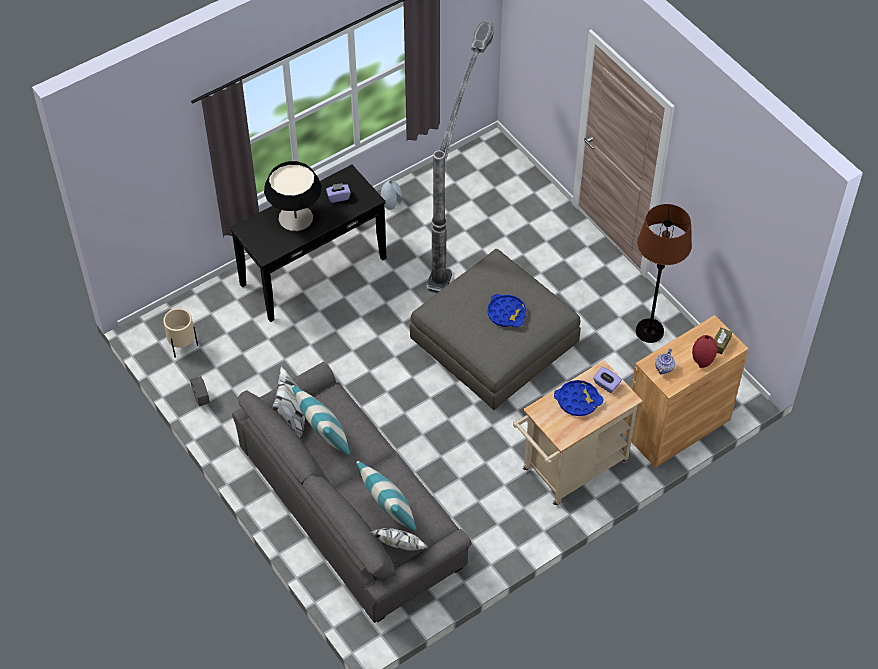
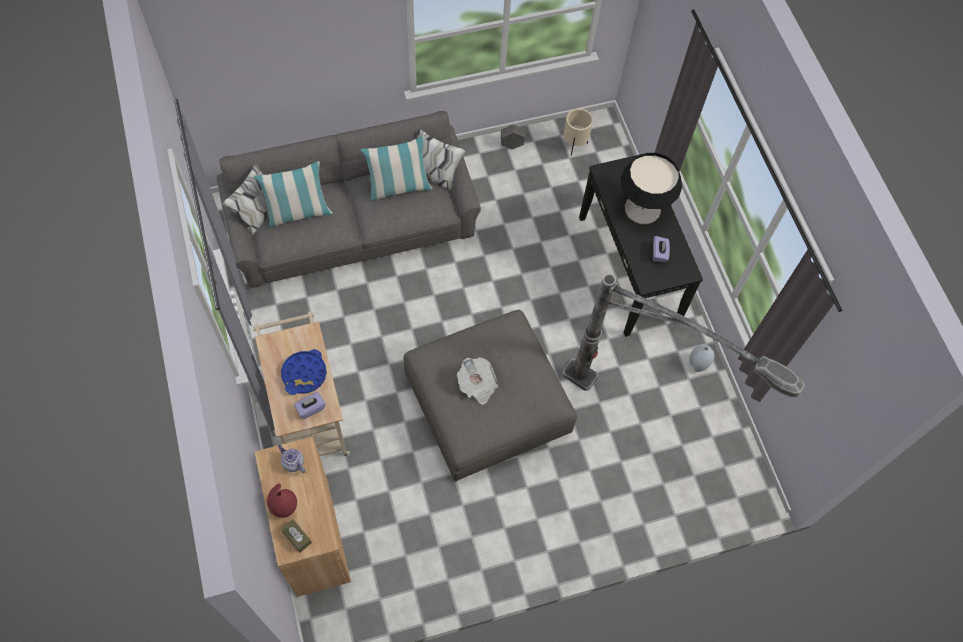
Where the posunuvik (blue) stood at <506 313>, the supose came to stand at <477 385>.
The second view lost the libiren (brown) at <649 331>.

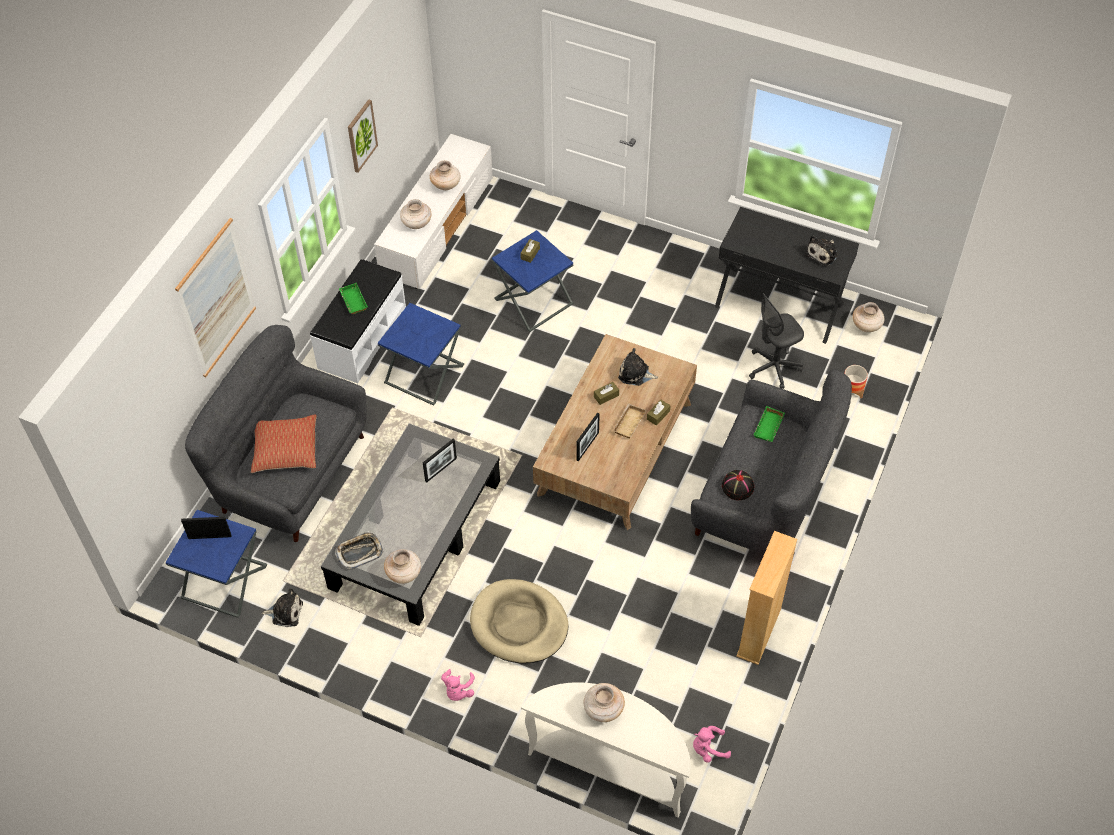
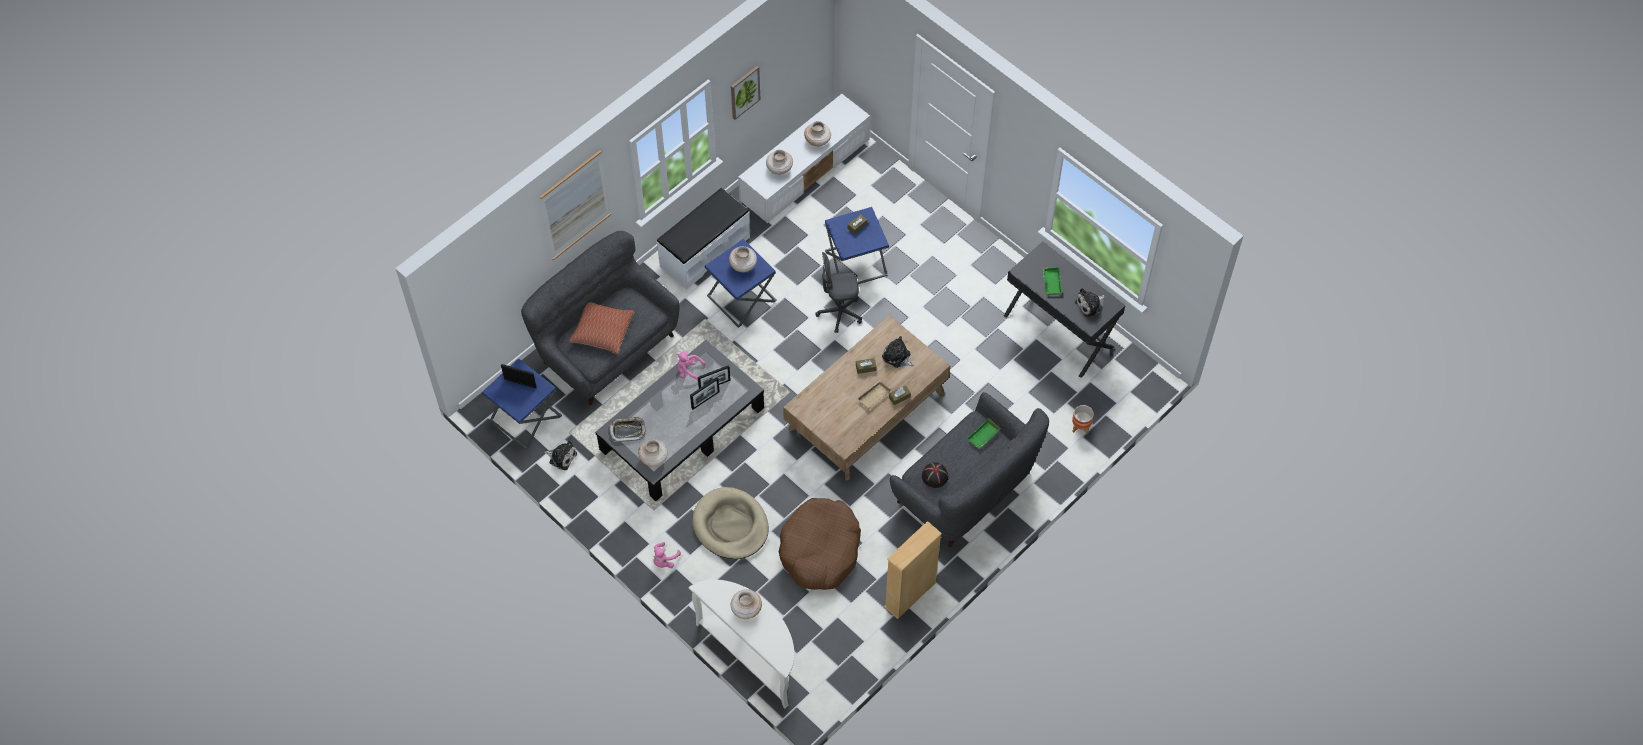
The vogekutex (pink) ended up elsewhere, having gone from <708 749> to <689 371>.
The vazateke ended up elsewhere, having gone from <587 446> to <705 400>.
The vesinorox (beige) ended up elsewhere, having gone from <866 326> to <743 265>.
The second view gained the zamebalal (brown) at <820 550>.
The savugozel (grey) ended up elsewhere, having gone from <773 368> to <839 313>.
The posunuvik (green) ended up elsewhere, having gone from <352 301> to <1051 282>.

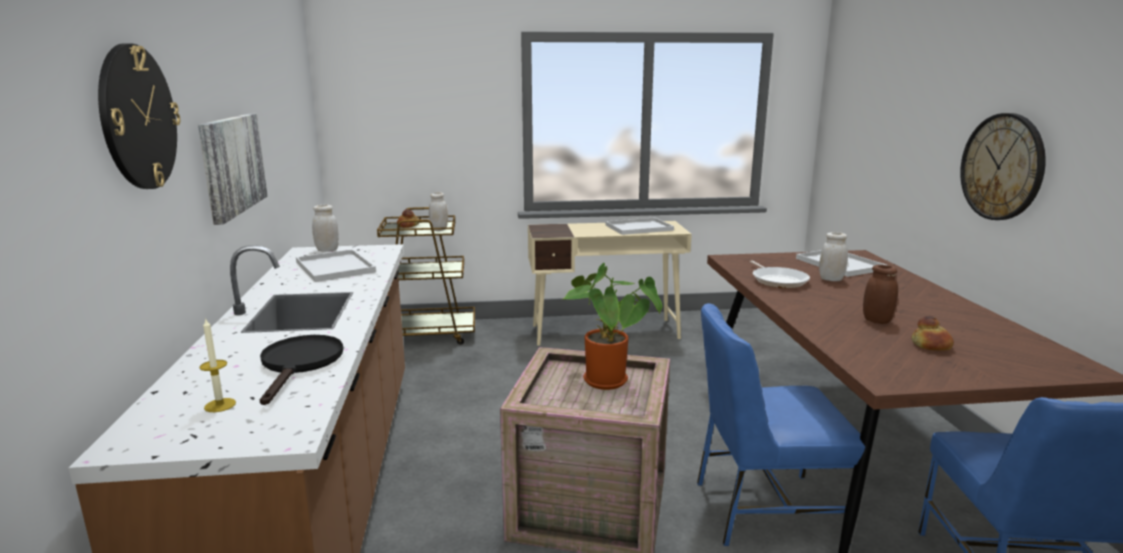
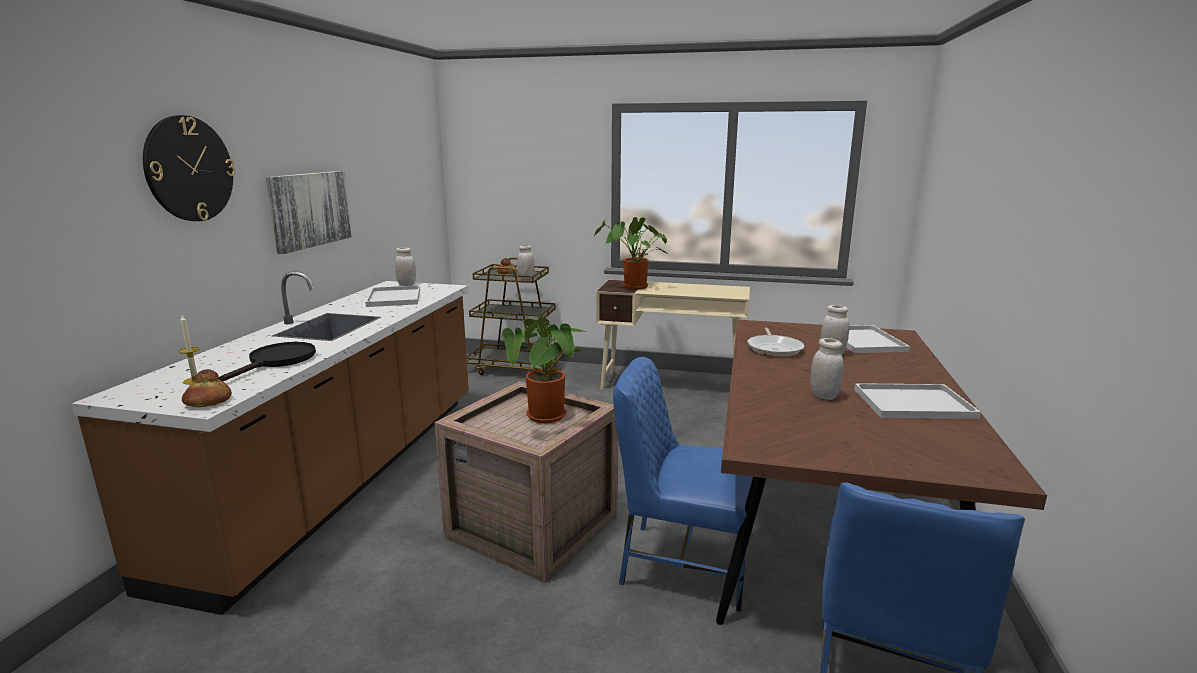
The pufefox ended up elsewhere, having gone from <930 346> to <208 402>.
The second view gained the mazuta at <633 287>.
What was the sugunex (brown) at <876 320> turned into the sugunex (white) at <824 396>.
The posunuvik (white) ended up elsewhere, having gone from <638 228> to <911 404>.
The second view lost the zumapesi at <1002 167>.

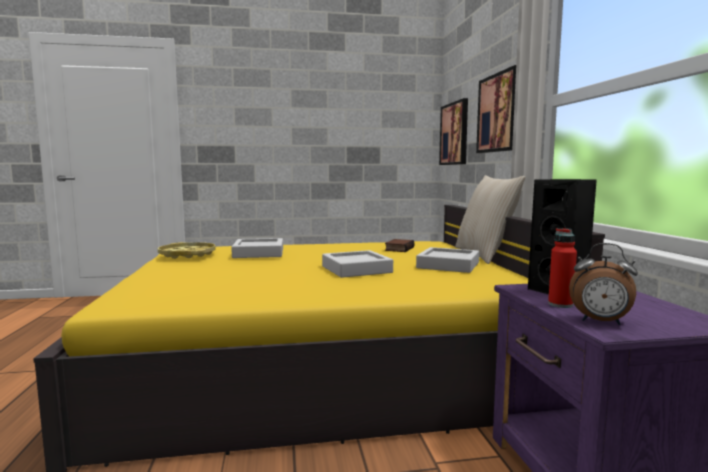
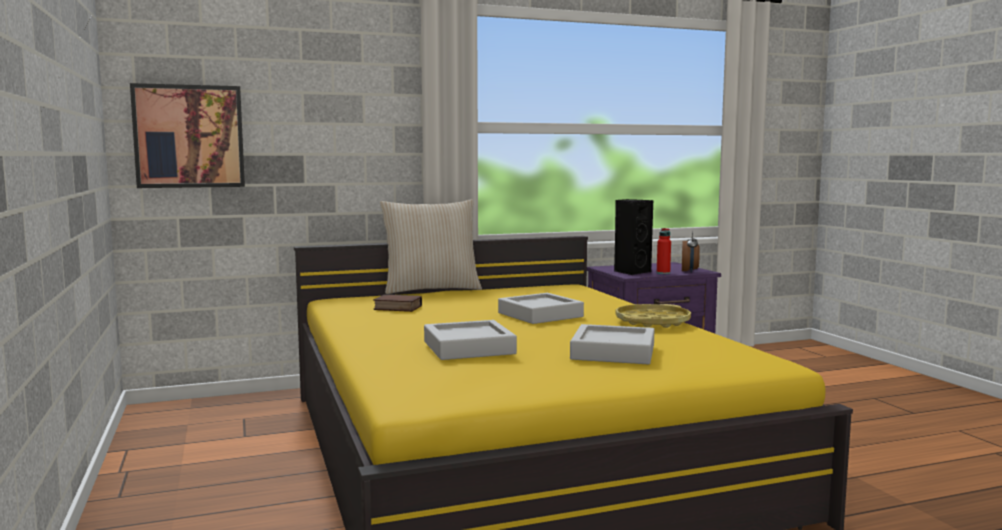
The posunuvik (grey) ended up elsewhere, having gone from <448 265> to <613 352>.
The posunuvik (yellow) ended up elsewhere, having gone from <187 254> to <652 322>.
The second view lost the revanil at <499 113>.

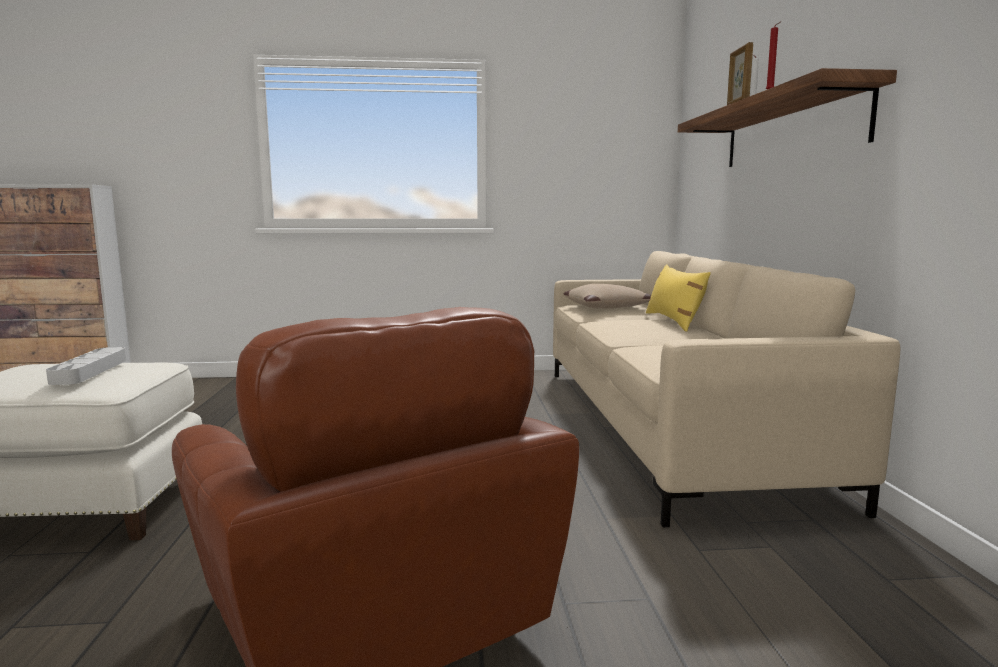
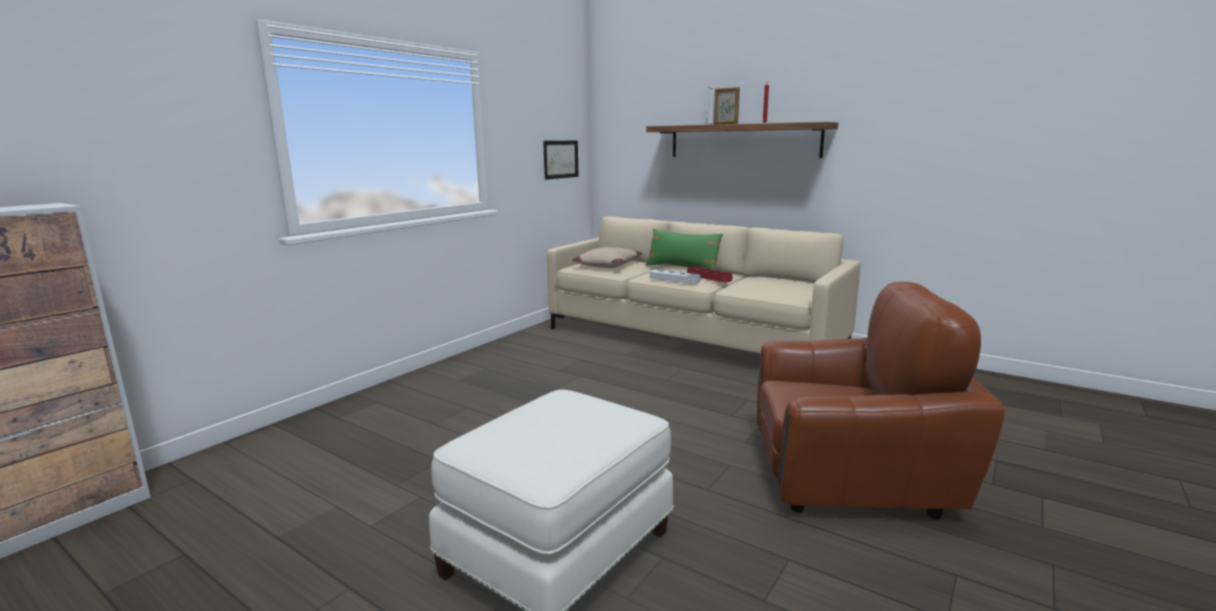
The second view gained the revanil at <561 159>.
What was the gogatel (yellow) at <674 321> turned into the gogatel (green) at <682 268>.
The posunuvik (grey) ended up elsewhere, having gone from <90 371> to <674 279>.
The second view gained the posunuvik (red) at <709 277>.

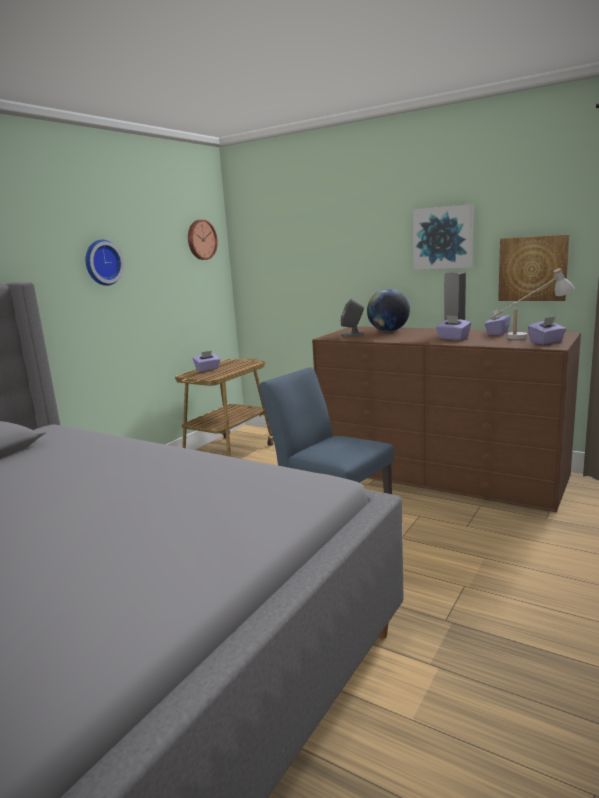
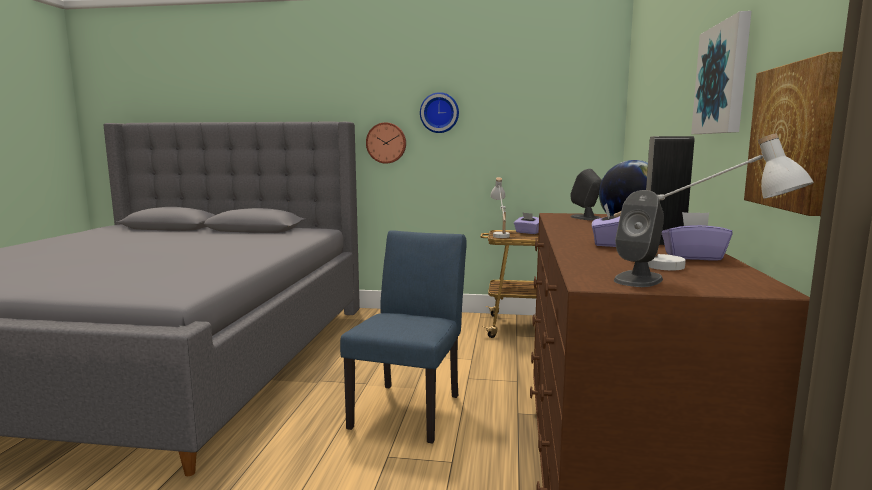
The zumapesi ended up elsewhere, having gone from <201 240> to <386 143>.
The second view gained the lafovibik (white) at <500 234>.
Where the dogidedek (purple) stood at <546 342>, the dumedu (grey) came to stand at <638 279>.

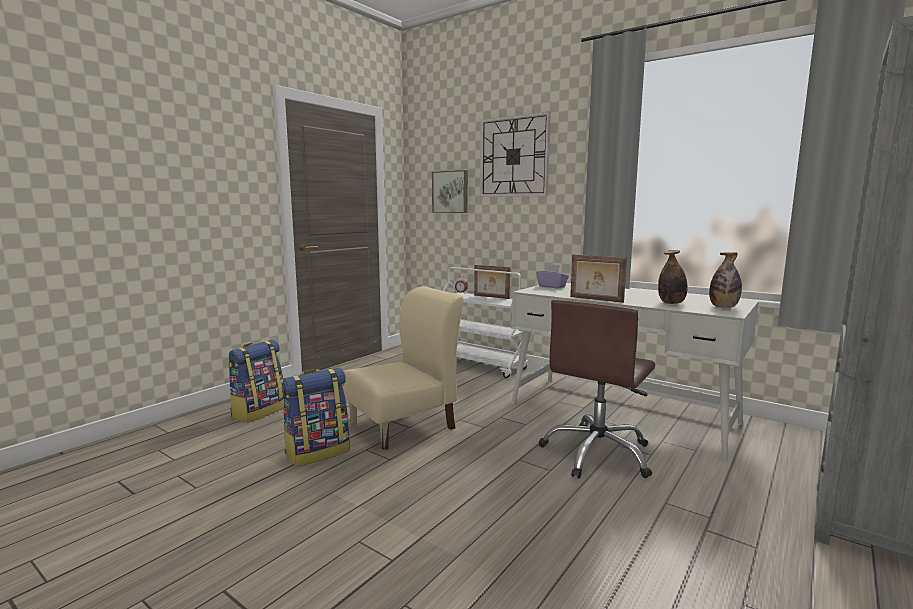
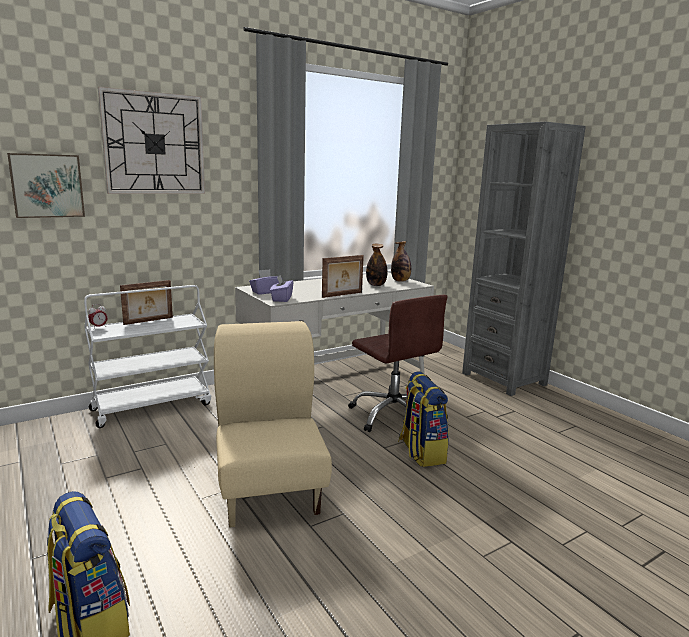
The second view gained the dogidedek (purple) at <281 299>.
The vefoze ended up elsewhere, having gone from <318 452> to <421 452>.

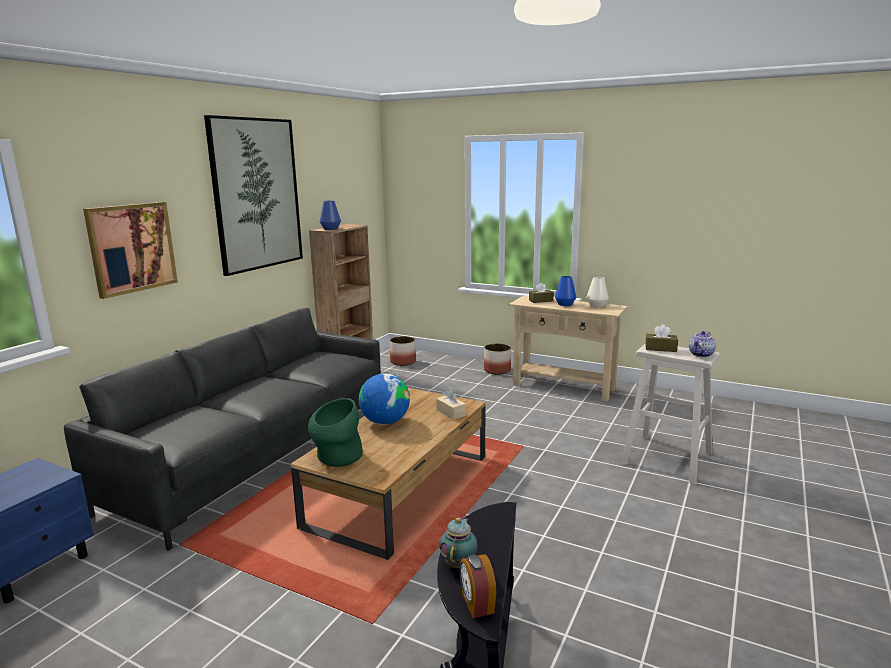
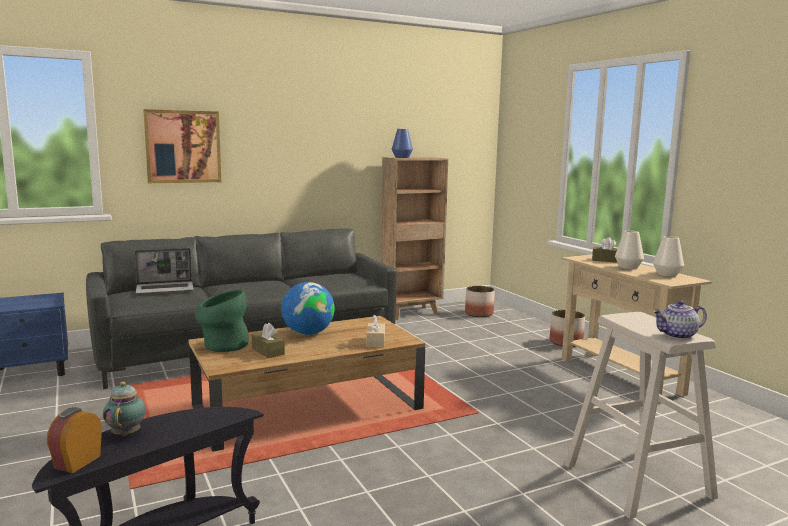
The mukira at <459 563> ended up facing another way, 60 degrees counterclockwise from before.
The second view gained the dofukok at <166 289>.
The dogidedek (brown) ended up elsewhere, having gone from <660 348> to <268 351>.
What was the vesinorox (blue) at <565 304> turned into the vesinorox (white) at <628 267>.
The second view lost the revanil at <256 194>.

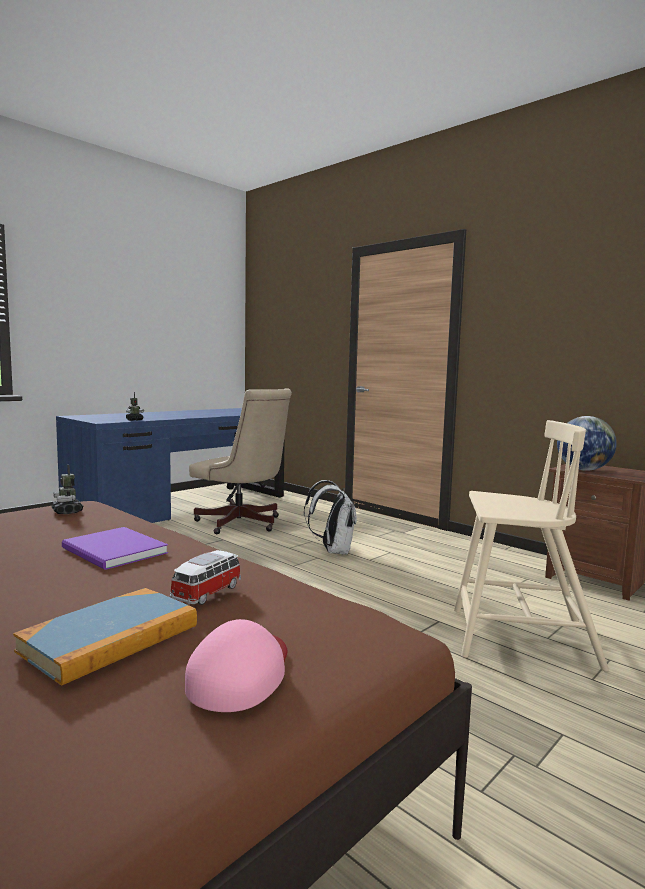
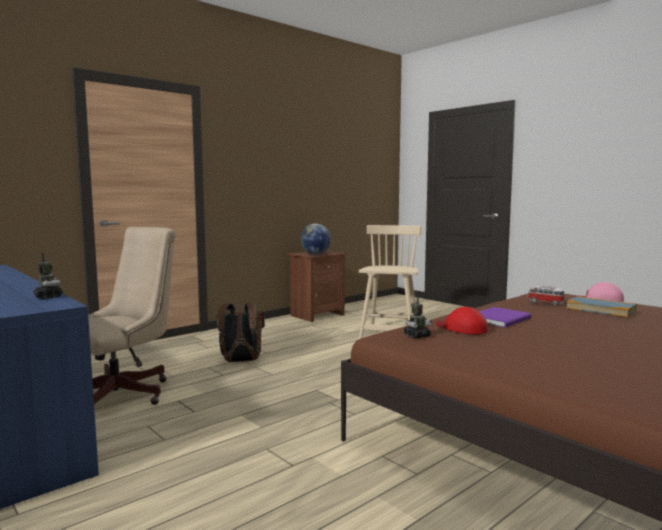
What was the vefoze (white) at <333 551> turned into the vefoze (brown) at <240 361>.
The second view gained the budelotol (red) at <461 328>.

